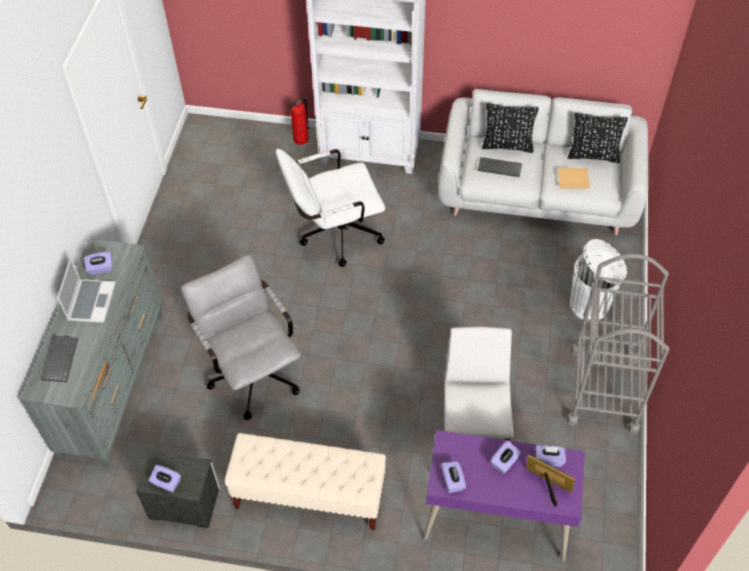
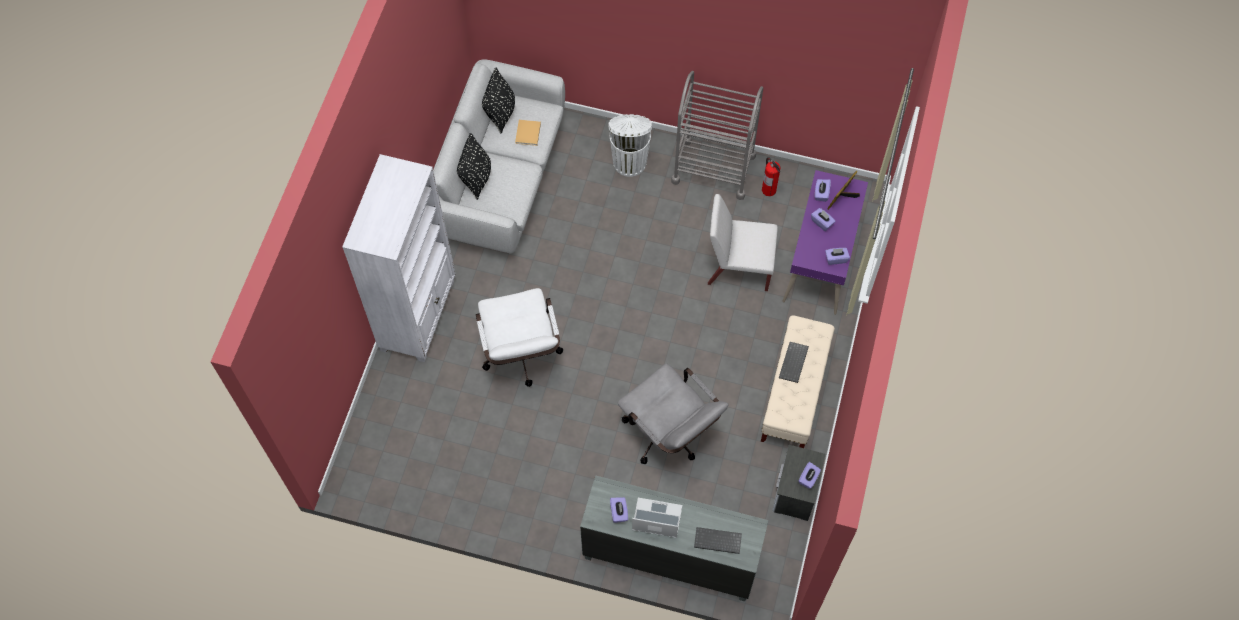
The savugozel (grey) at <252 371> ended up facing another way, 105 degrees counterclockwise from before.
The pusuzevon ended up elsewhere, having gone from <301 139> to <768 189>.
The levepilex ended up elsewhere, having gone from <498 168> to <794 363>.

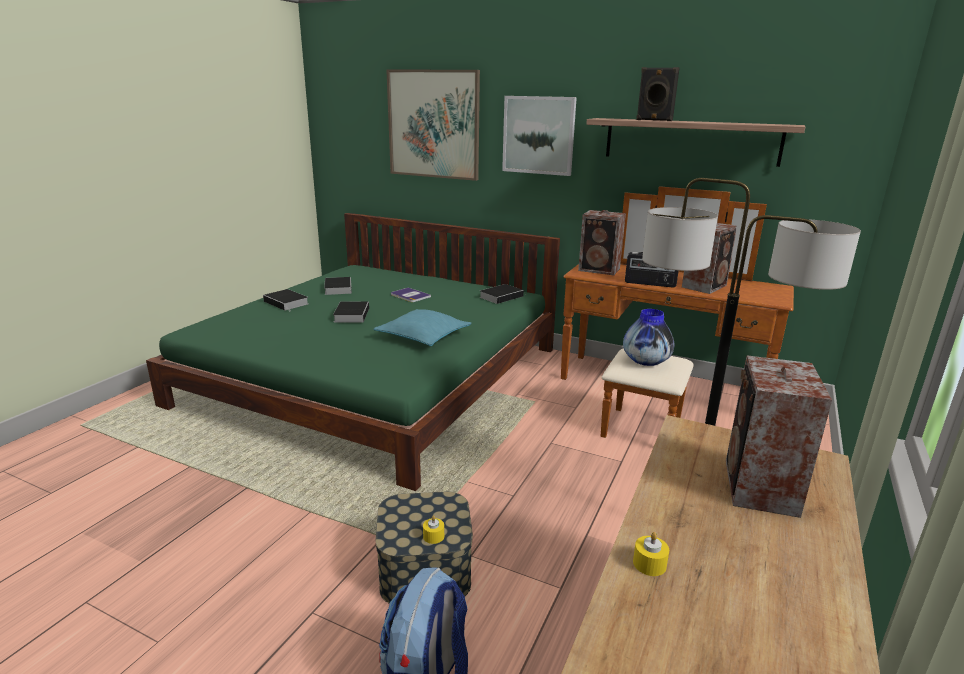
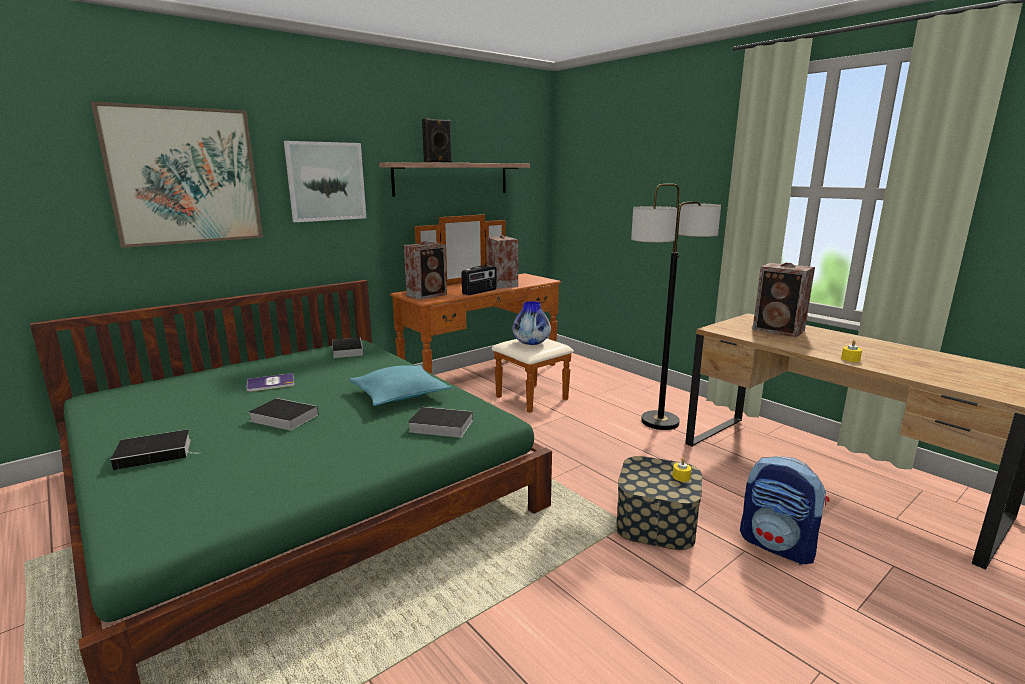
The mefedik ended up elsewhere, having gone from <338 288> to <439 426>.

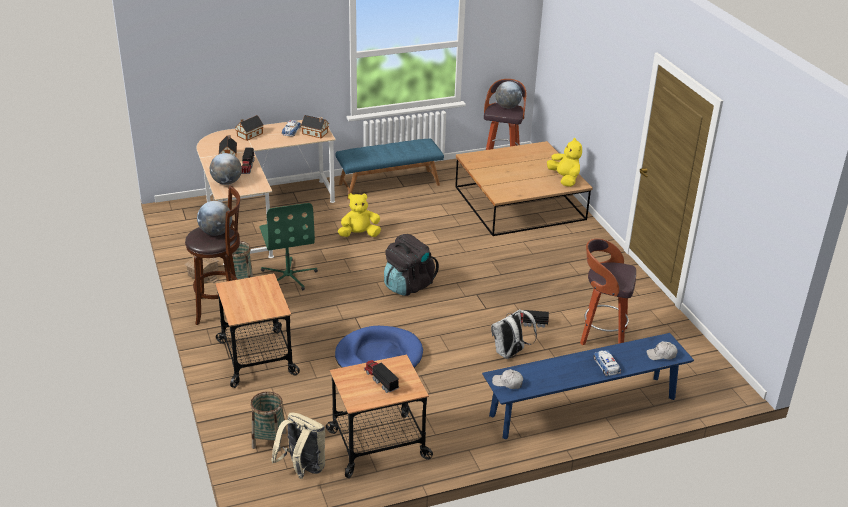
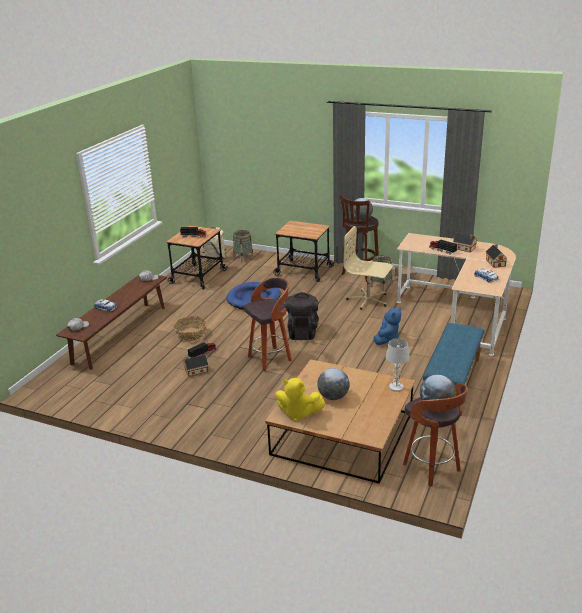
What was the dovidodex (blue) at <583 407> turned into the dovidodex (brown) at <120 334>.
Where the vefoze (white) stood at <510 354>, the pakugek came to stand at <191 334>.
The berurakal ended up elsewhere, having gone from <316 133> to <195 371>.
The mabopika ended up elsewhere, having gone from <601 336> to <270 358>.
The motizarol ended up elsewhere, having gone from <226 182> to <333 397>.
What was the savugozel (green) at <289 276> turned into the savugozel (beige) at <368 300>.
What was the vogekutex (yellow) at <359 234> turned into the vogekutex (blue) at <387 339>.
The second view gained the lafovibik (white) at <396 387>.

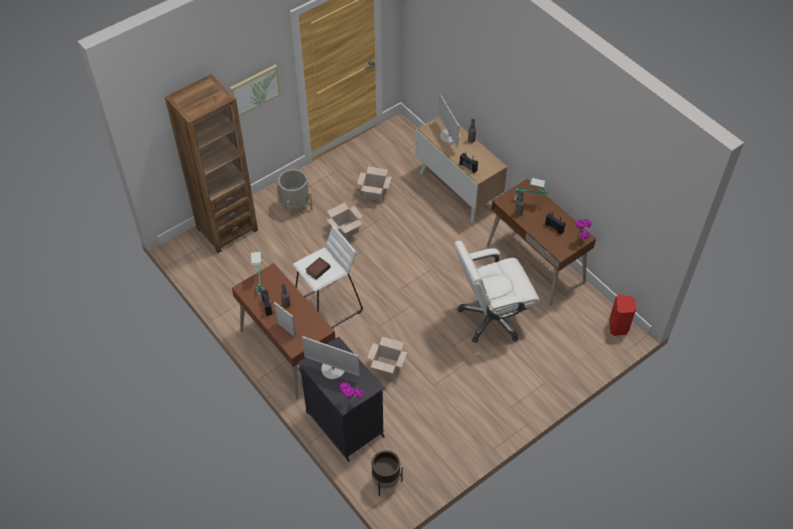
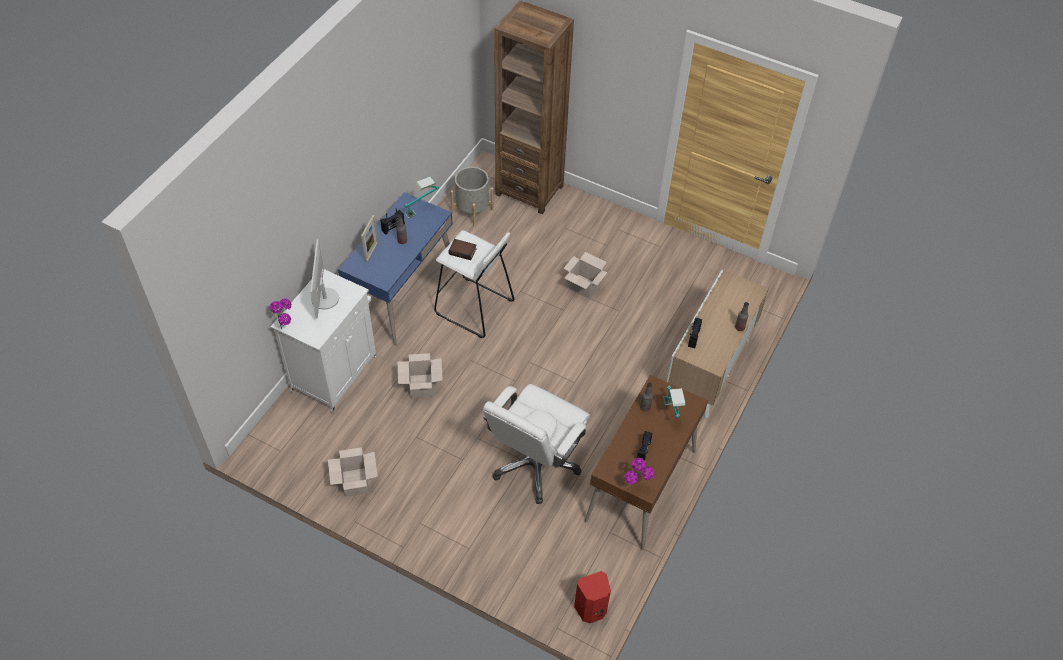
What was the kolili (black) at <343 423> turned into the kolili (white) at <335 372>.
The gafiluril ended up elsewhere, having gone from <374 193> to <355 482>.
What was the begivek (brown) at <288 351> turned into the begivek (blue) at <402 295>.
The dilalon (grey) ended up elsewhere, having gone from <295 206> to <472 211>.
The savugozel (white) at <491 318> ended up facing another way, 105 degrees counterclockwise from before.
The second view lost the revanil at <254 90>.
The second view lost the dilalon (brown) at <386 482>.
The second view lost the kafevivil at <449 136>.

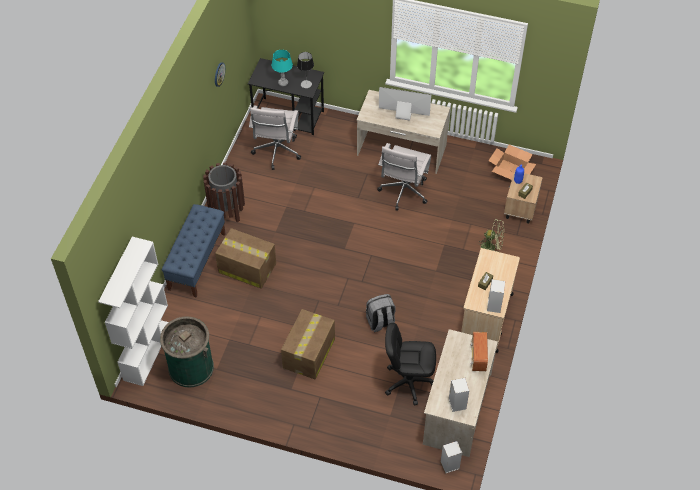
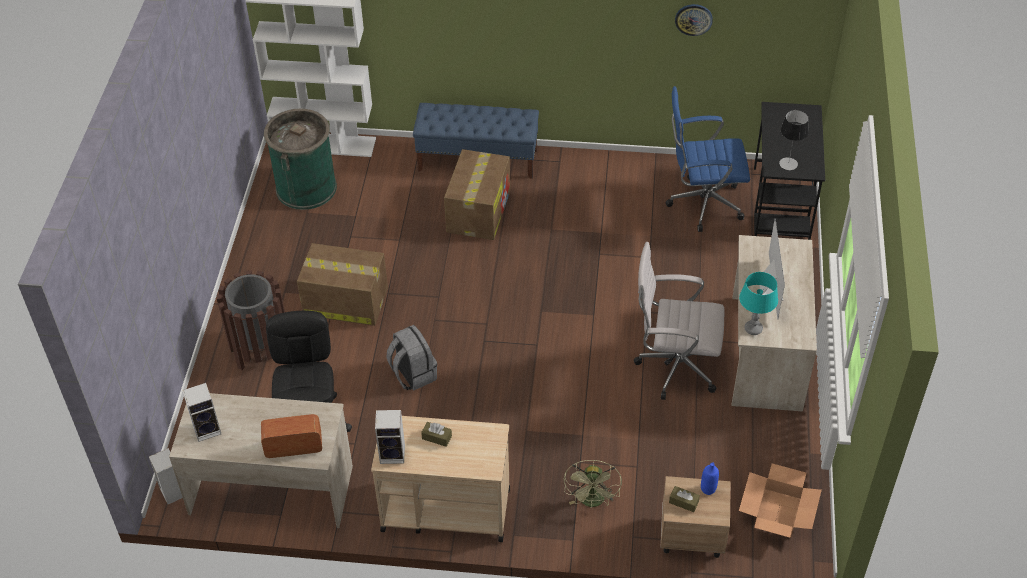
The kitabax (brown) ended up elsewhere, having gone from <227 210> to <261 350>.
What was the savugozel (white) at <276 152> turned into the savugozel (blue) at <702 204>.
The lafovibik (turquoise) ended up elsewhere, having gone from <283 83> to <753 329>.

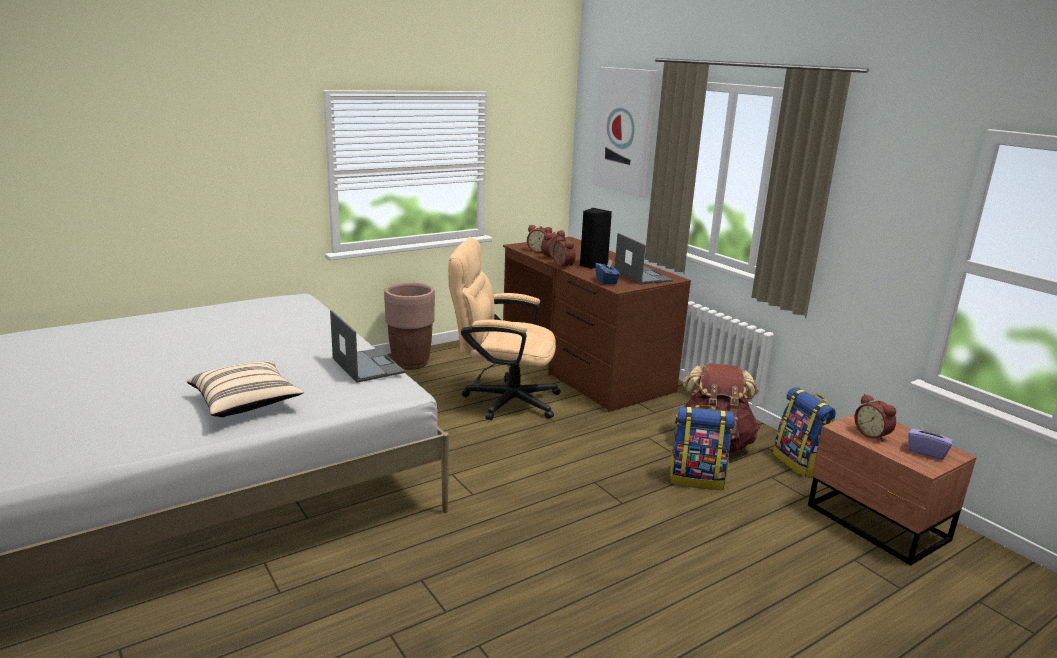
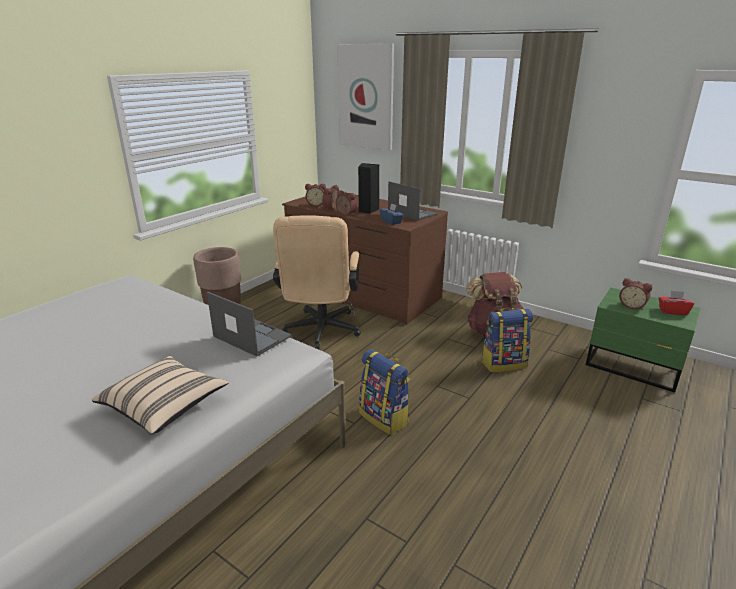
The savugozel (beige) at <502 400> ended up facing another way, 75 degrees counterclockwise from before.
The vefoze ended up elsewhere, having gone from <800 463> to <385 418>.
What was the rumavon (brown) at <877 524> turned into the rumavon (green) at <634 367>.
What was the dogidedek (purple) at <926 452> turned into the dogidedek (red) at <672 311>.

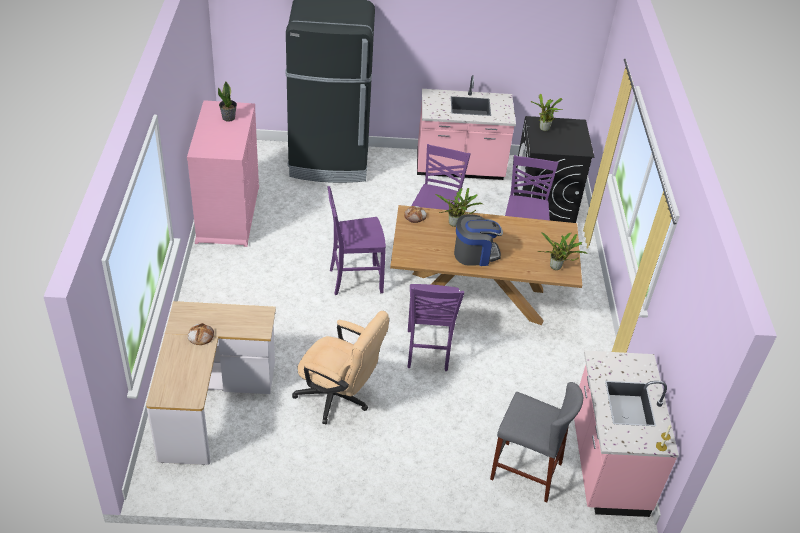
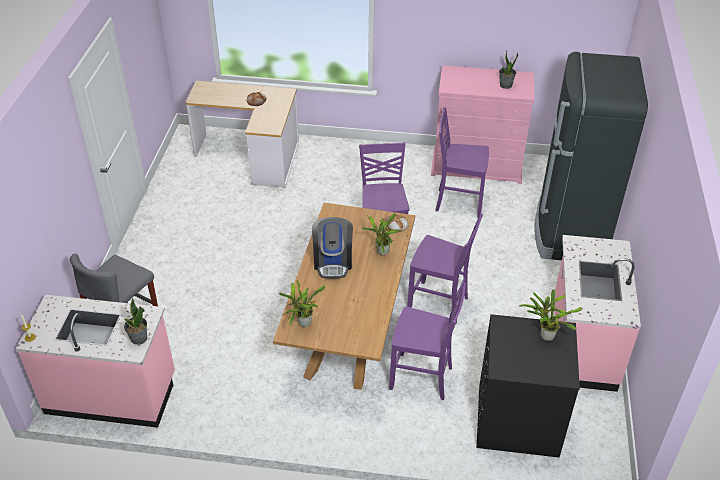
The second view gained the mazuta at <138 338>.
The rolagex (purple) ended up elsewhere, having gone from <428 351> to <458 202>.
The second view lost the savugozel (beige) at <339 398>.

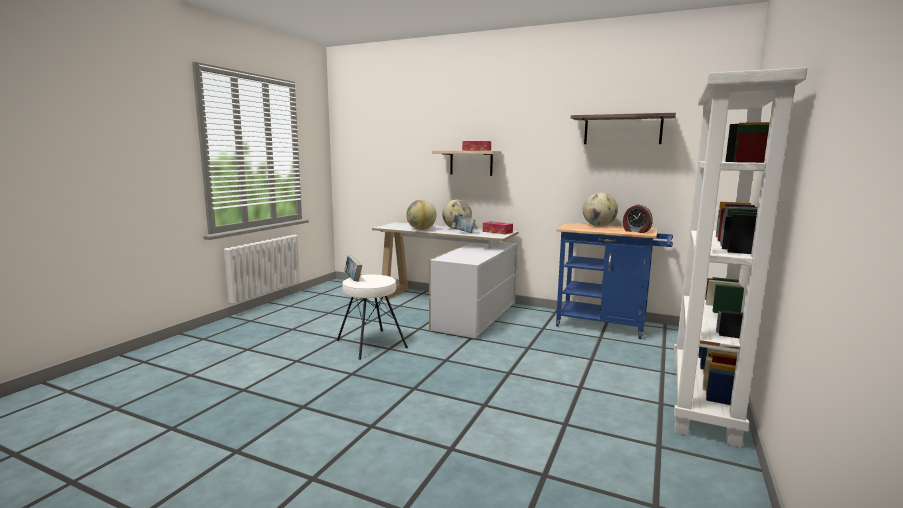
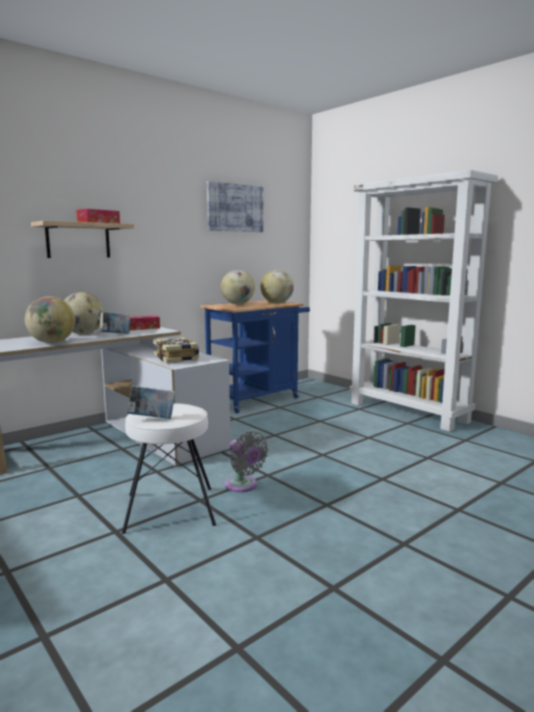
The second view gained the mefedik at <177 358>.
Where the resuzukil hung at <622 130>, the revanil came to hang at <235 208>.
The second view gained the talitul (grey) at <243 486>.
Where the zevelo stood at <636 231>, the motizarol came to stand at <277 303>.

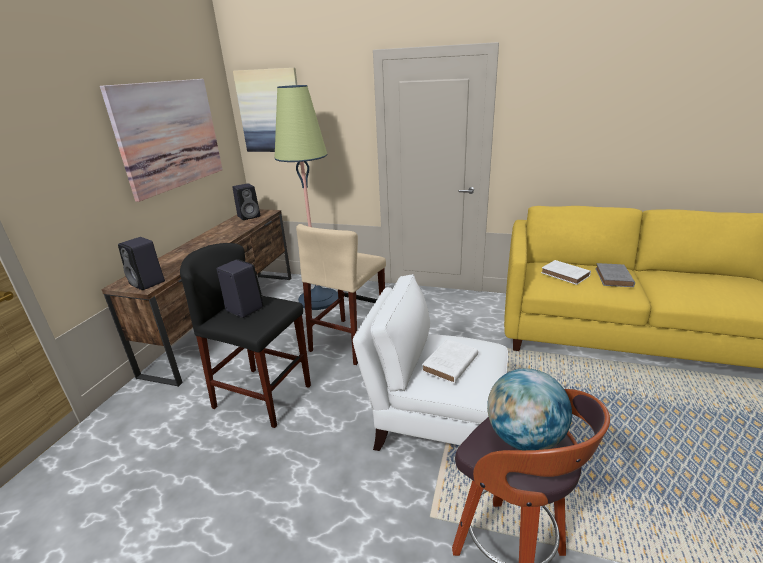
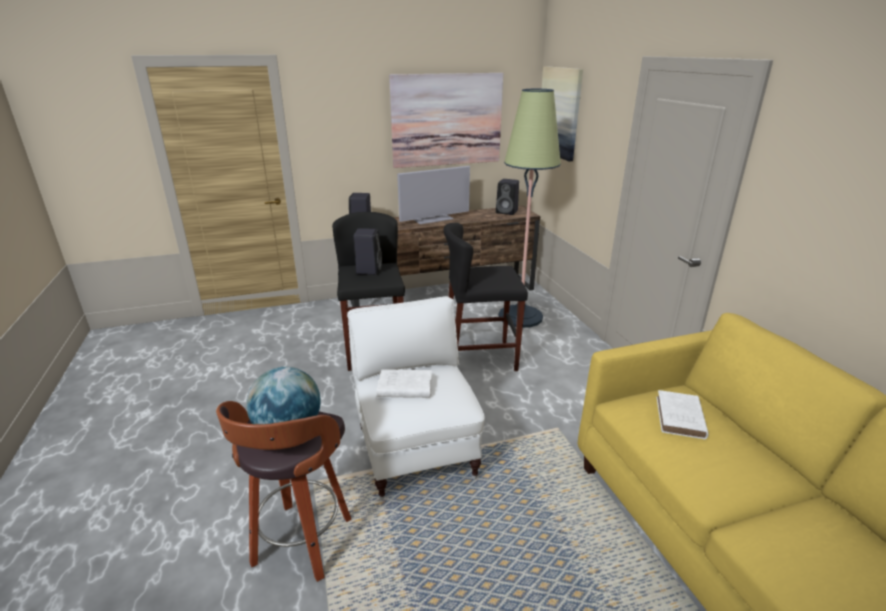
The second view gained the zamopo at <434 219>.
What was the mabopika (beige) at <348 340> turned into the mabopika (black) at <479 357>.
The second view lost the mefedik (grey) at <614 278>.

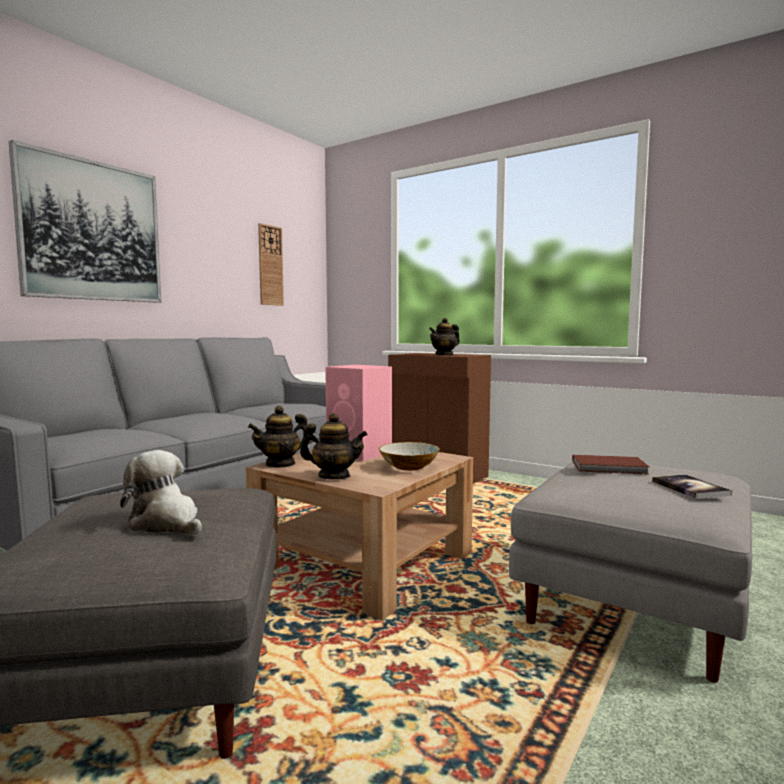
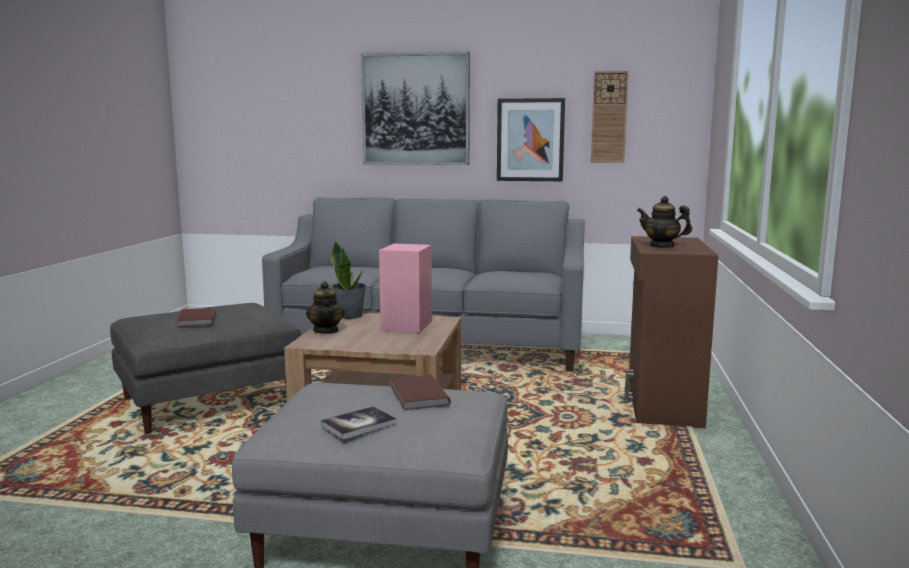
Where the vogekutex stood at <166 523>, the mefedik (brown) came to stand at <195 319>.
Where the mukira stood at <280 464>, the mazuta came to stand at <350 315>.
The second view gained the revanil at <530 140>.
The second view lost the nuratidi at <409 467>.

